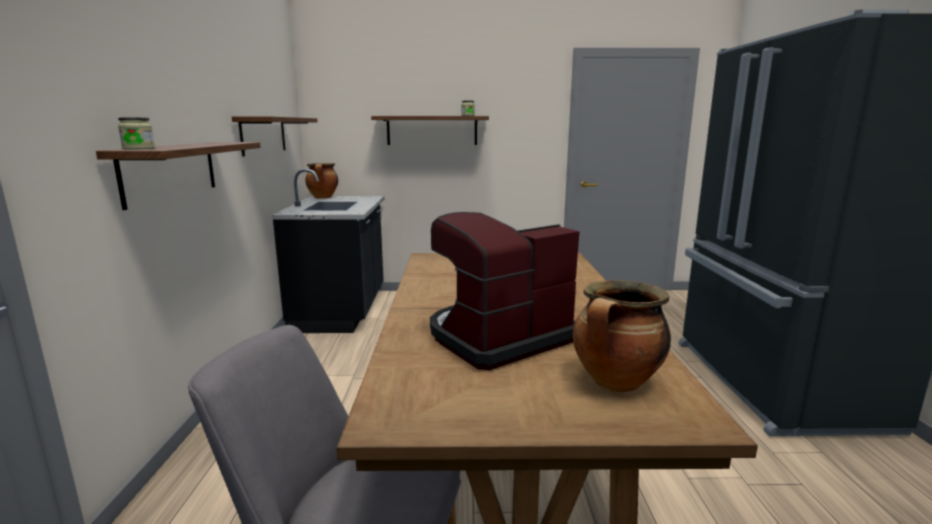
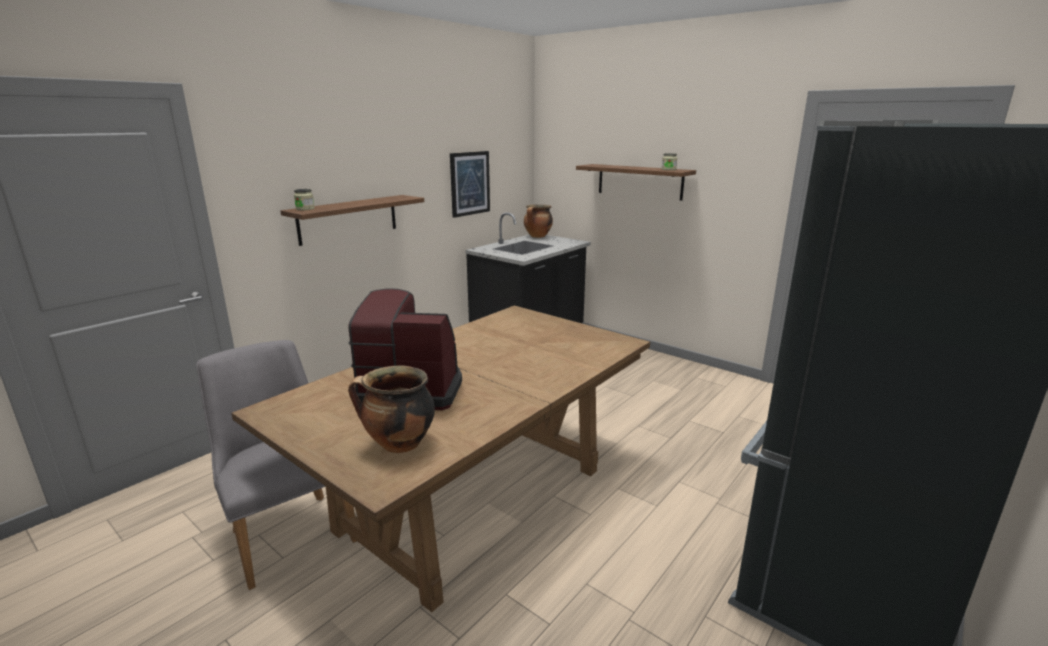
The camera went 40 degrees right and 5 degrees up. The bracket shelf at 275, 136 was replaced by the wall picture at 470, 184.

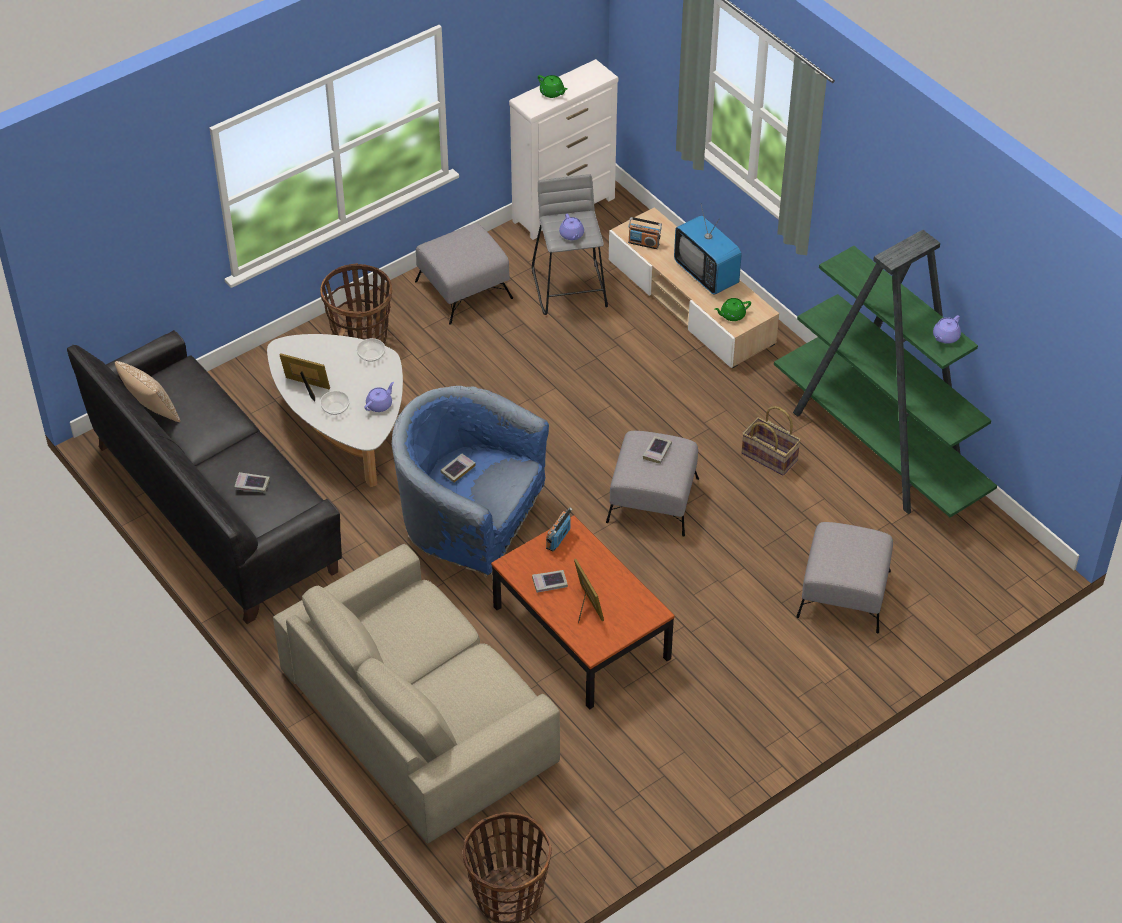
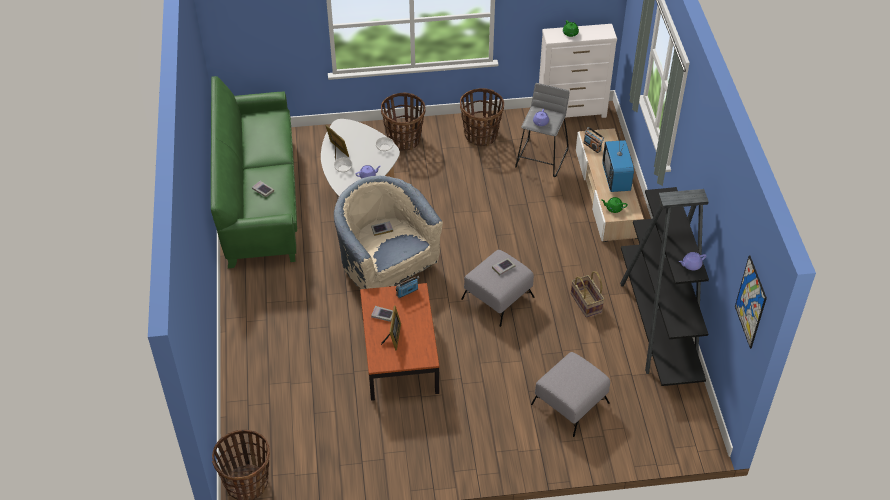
The camera went 30 degrees right and 0 degrees up. The black sofa at 204, 477 became the green-coloured sofa at 254, 172. The cushion at 148, 391 disappeared. The sand-coloured sofa at 416, 693 disappeared. The bluish easy chair at 470, 482 became the sand-coloured easy chair at 388, 233. The greyish pouffe at 464, 274 was replaced by the storage basket at 482, 117. The green-coloured bookshelf at 885, 373 became the black bookshelf at 664, 286. The wall picture at 751, 302 appeared.

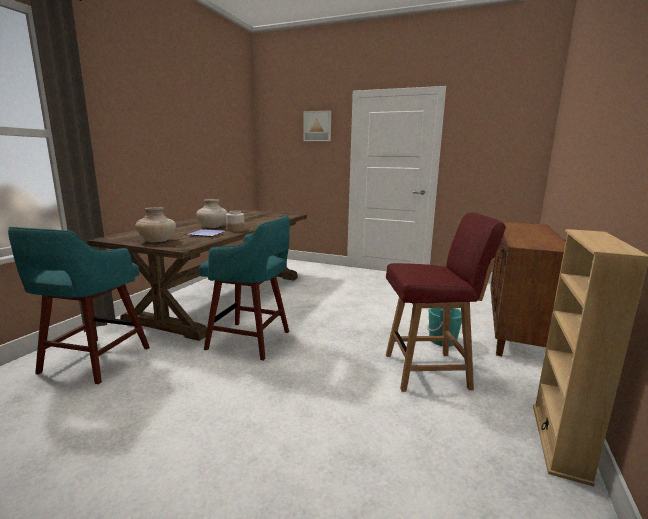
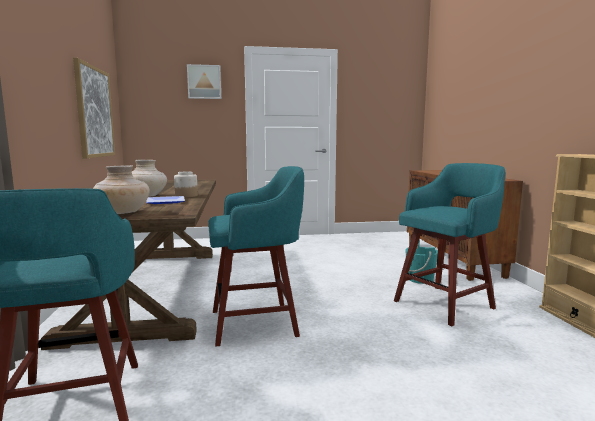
The camera went 30 degrees left and 5 degrees down. The red-coloured chair at 446, 302 was replaced by the blue-green stool at 449, 244. The wall picture at 94, 108 appeared.

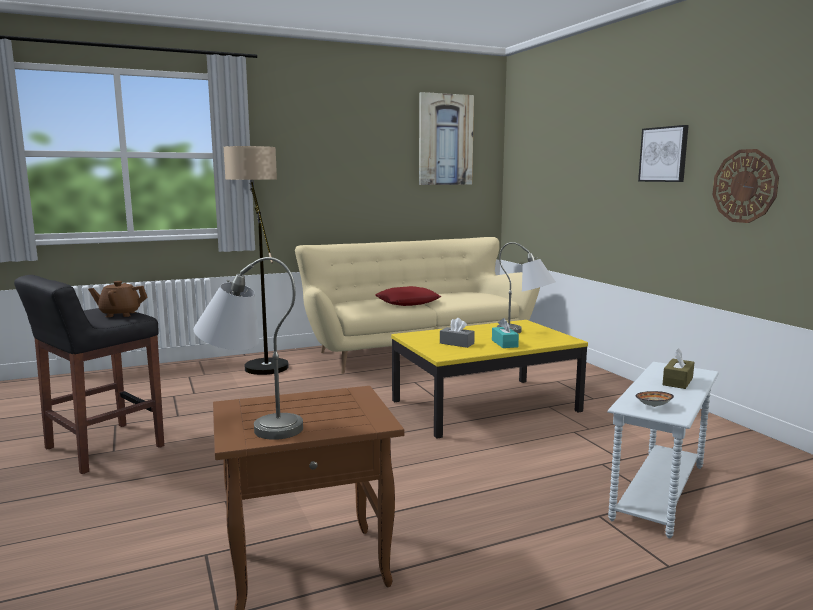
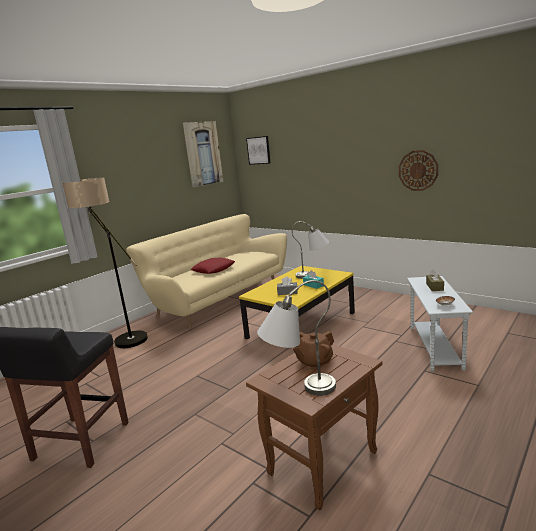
The camera went 25 degrees left and 5 degrees up. The brown-coloured teapot moved from 118, 299 to 313, 350. The wall picture moved from 663, 153 to 258, 150.

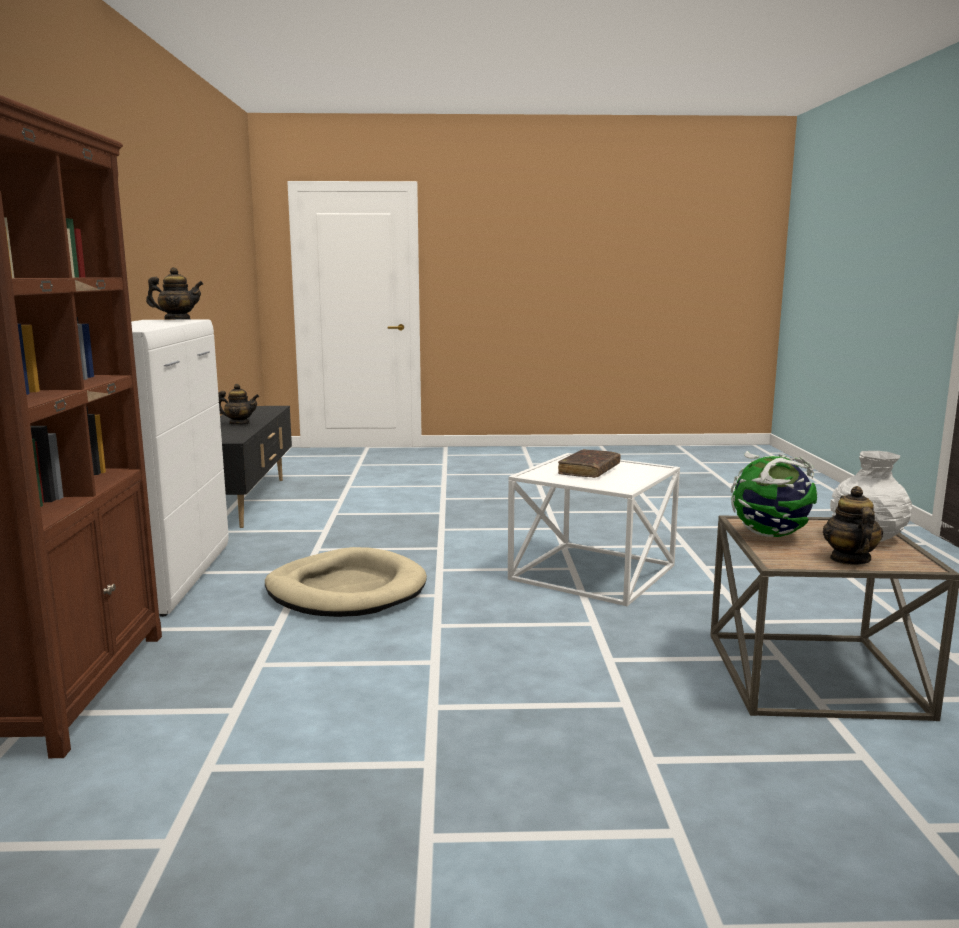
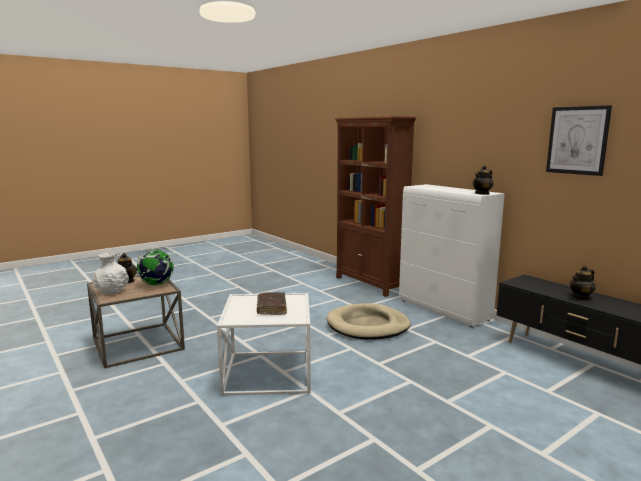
The camera went 145 degrees right and 0 degrees up. The wall picture at 579, 140 appeared.

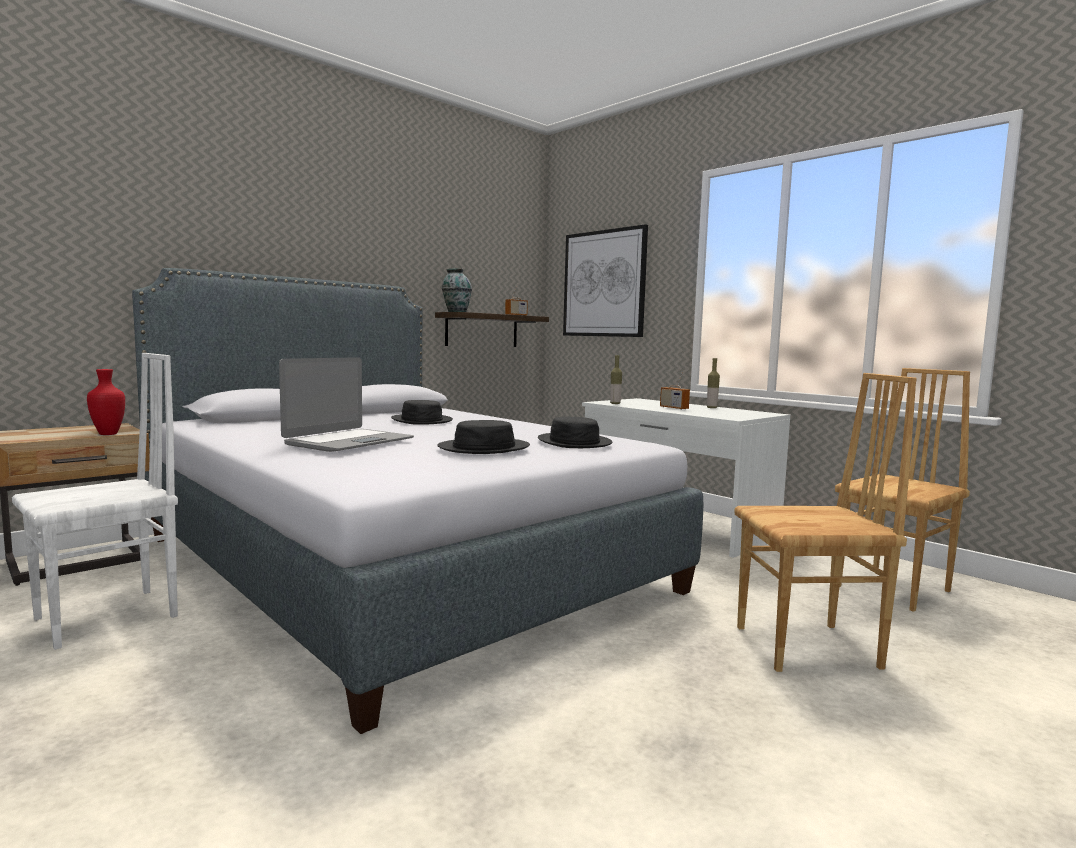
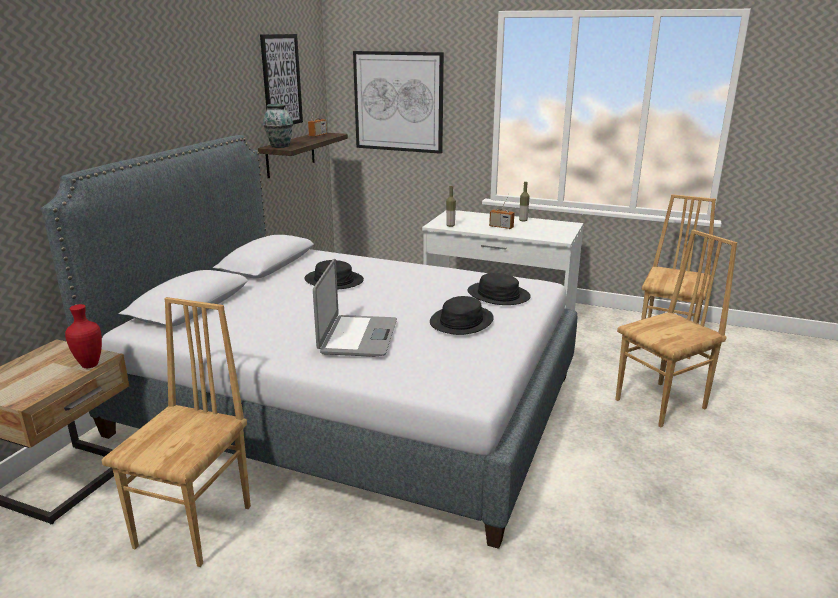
The camera went 25 degrees left and 15 degrees up. The white chair at 95, 501 became the brown-coloured chair at 176, 432. The wall picture at 281, 79 appeared.

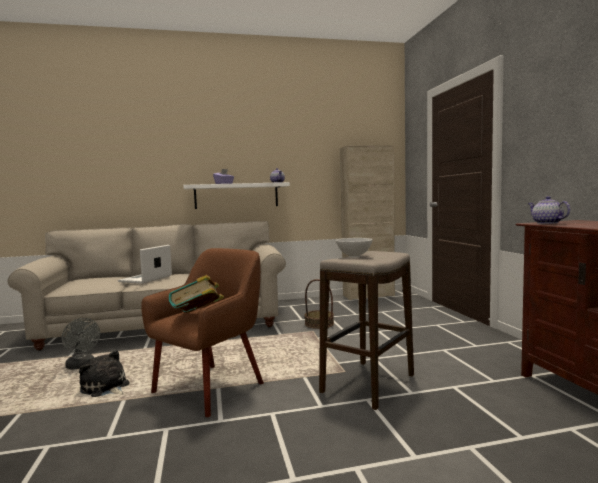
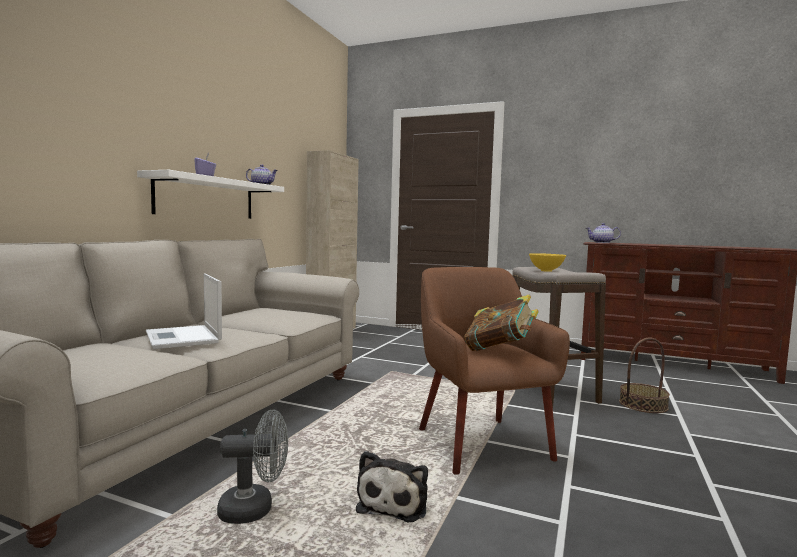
The camera went 55 degrees left and 0 degrees up. The soft toy at 104, 373 turned 60 degrees counterclockwise. The storage basket moved from 319, 304 to 644, 375. The white bowl at 354, 248 became the yellowish bowl at 547, 262.

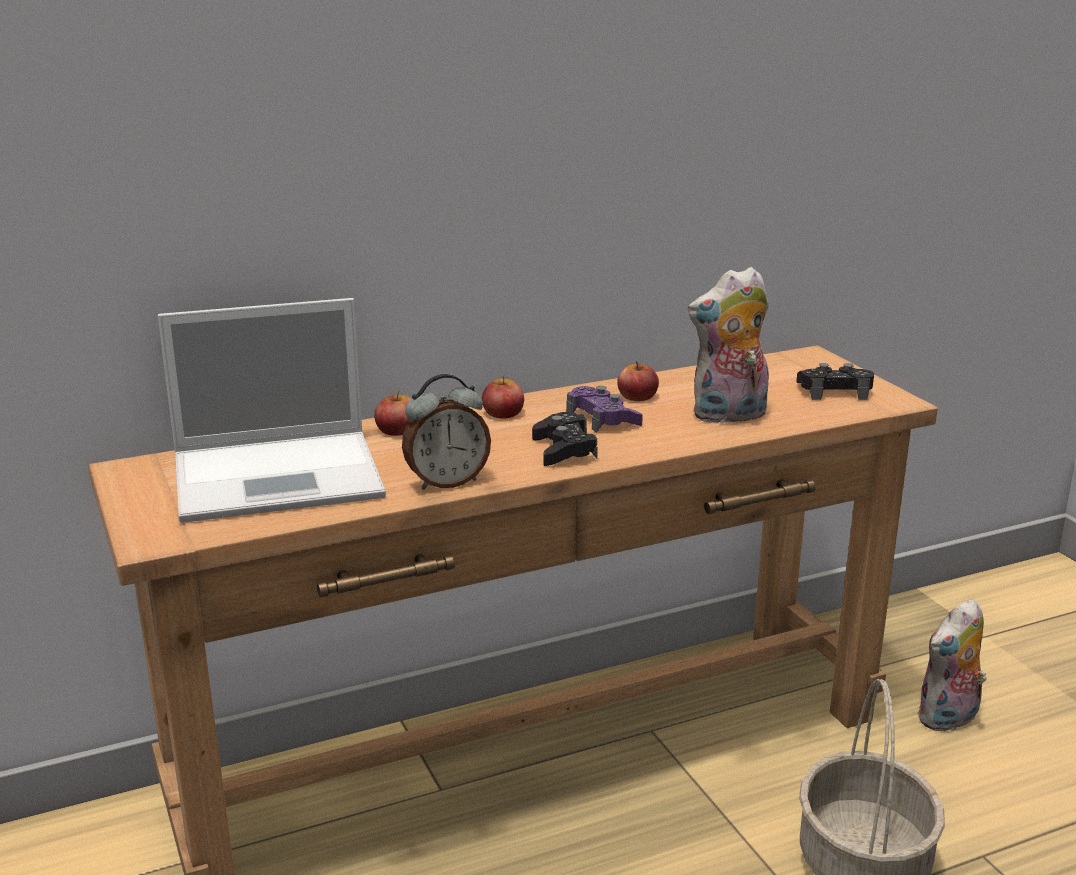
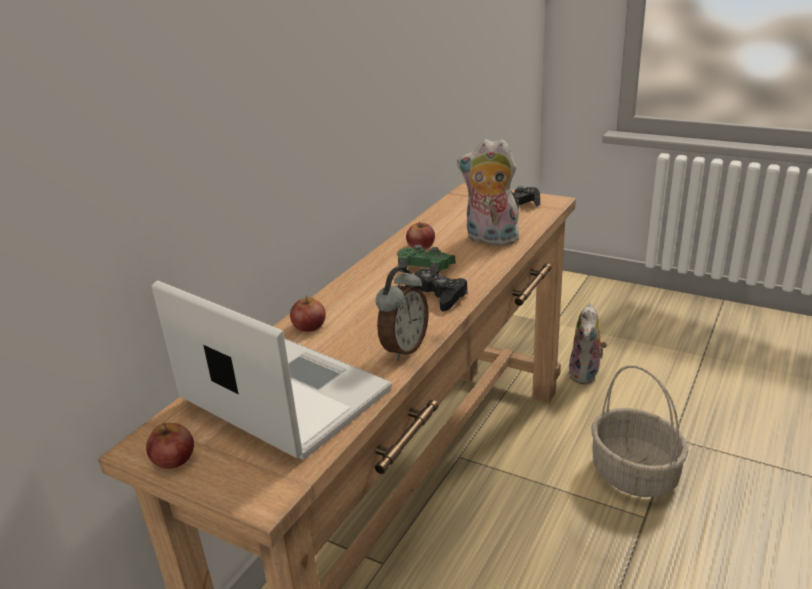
The camera went 35 degrees left and 5 degrees up. The portable computer at 272, 410 turned 90 degrees counterclockwise. The apple fruit moved from 503, 396 to 170, 445. The purple-coloured game controller at 604, 409 became the green-coloured game controller at 426, 259. The soft toy at 728, 345 turned 75 degrees clockwise.

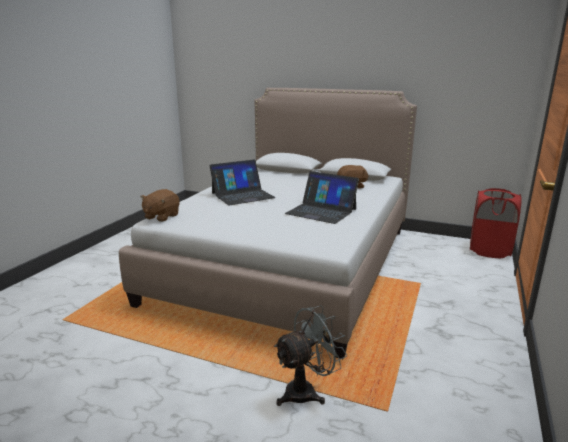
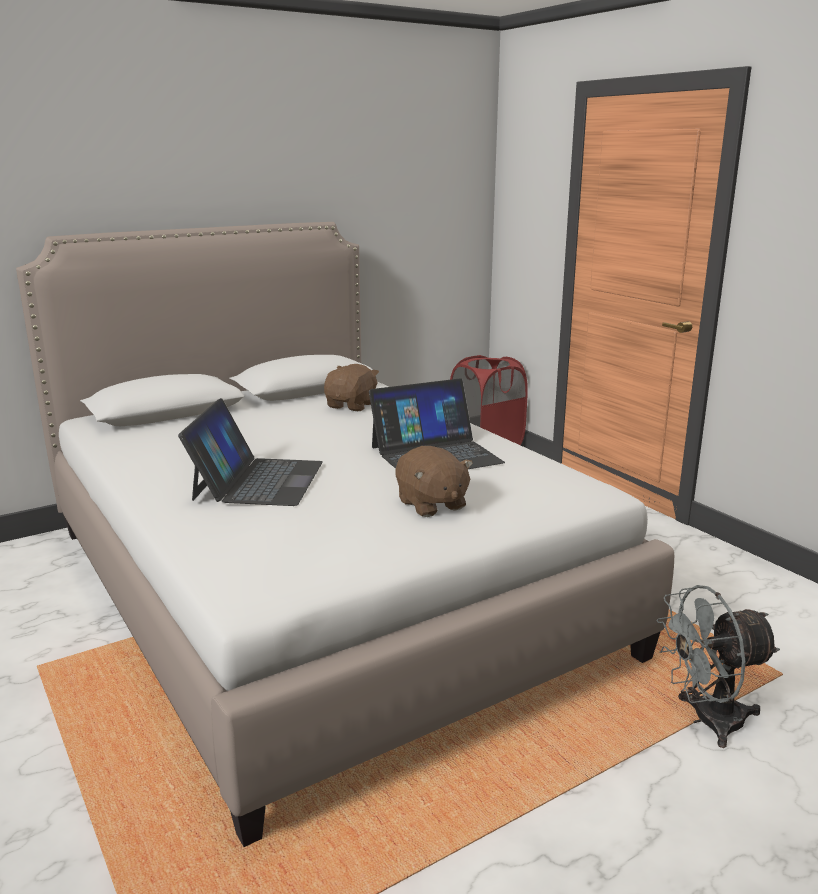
The camera went 55 degrees left and 0 degrees up. The brown-coloured soft toy moved from 160, 205 to 434, 481. The greyish electric fan at 310, 355 turned 105 degrees counterclockwise.

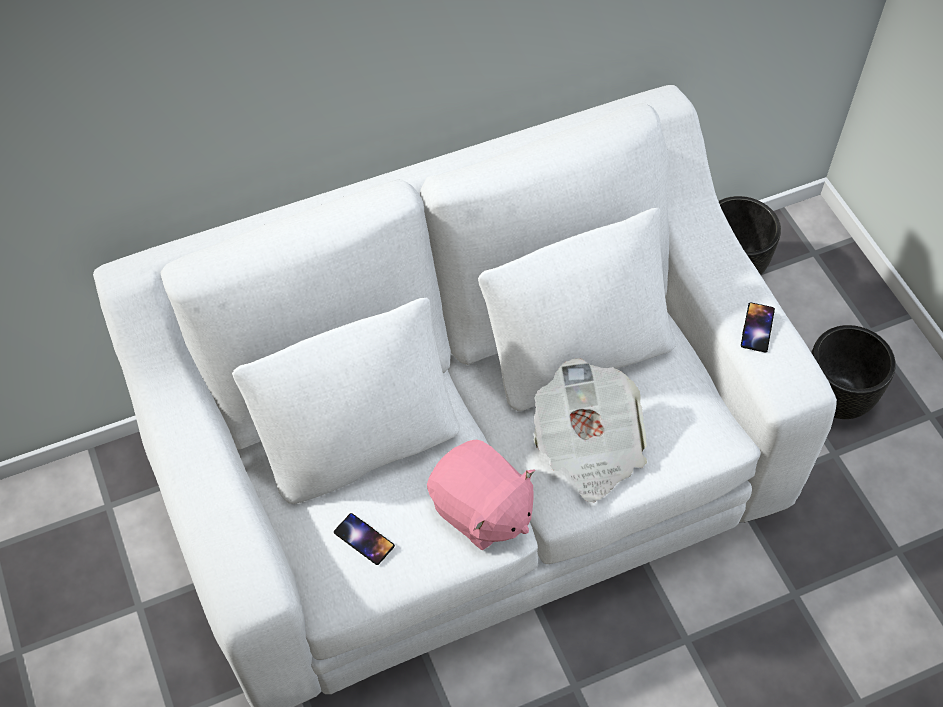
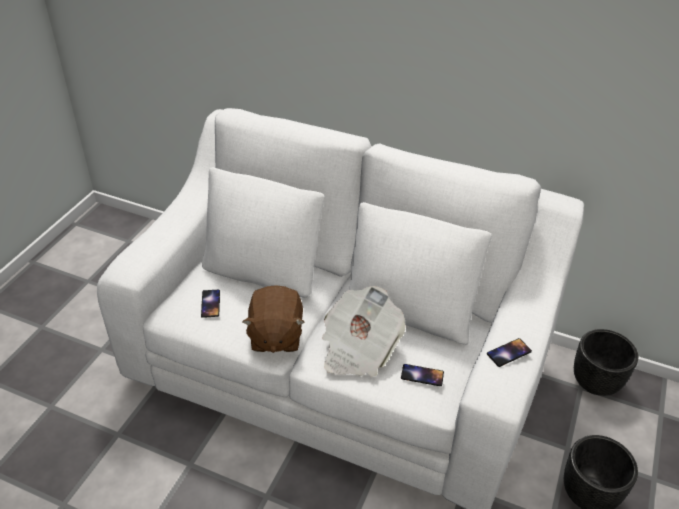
The camera went 45 degrees right and 15 degrees down. The pinkish soft toy at 481, 495 became the brown-coloured soft toy at 273, 319. The telephone at 422, 375 appeared.

